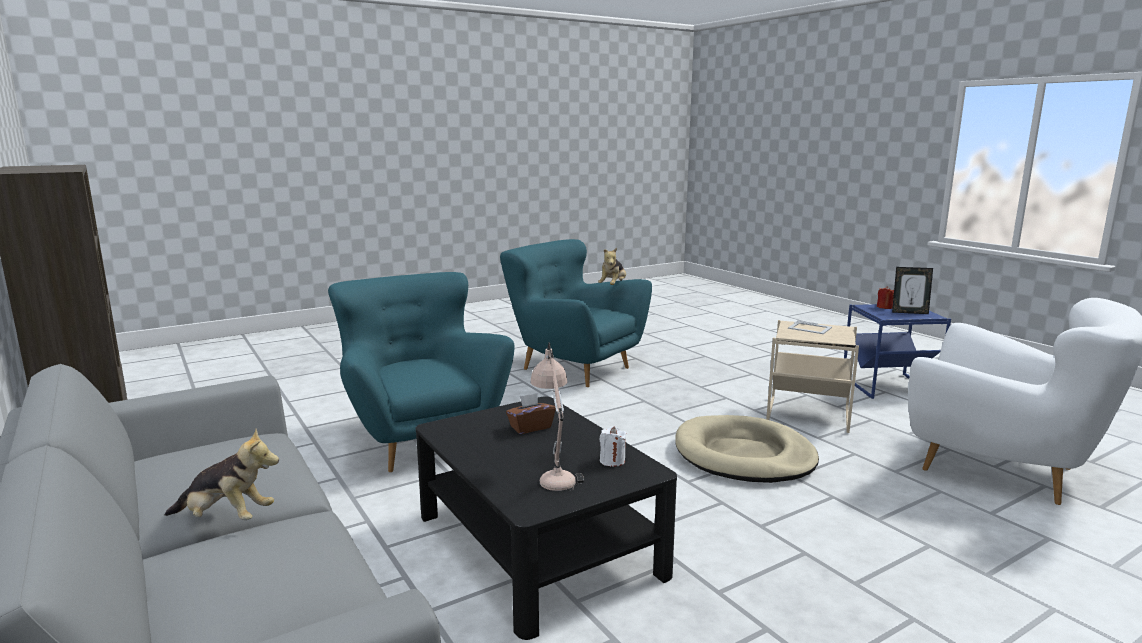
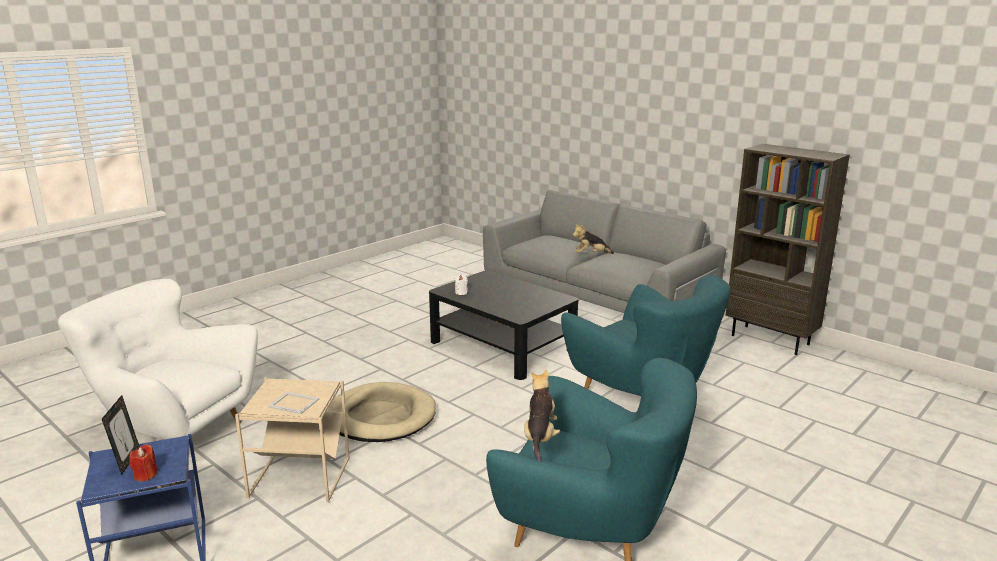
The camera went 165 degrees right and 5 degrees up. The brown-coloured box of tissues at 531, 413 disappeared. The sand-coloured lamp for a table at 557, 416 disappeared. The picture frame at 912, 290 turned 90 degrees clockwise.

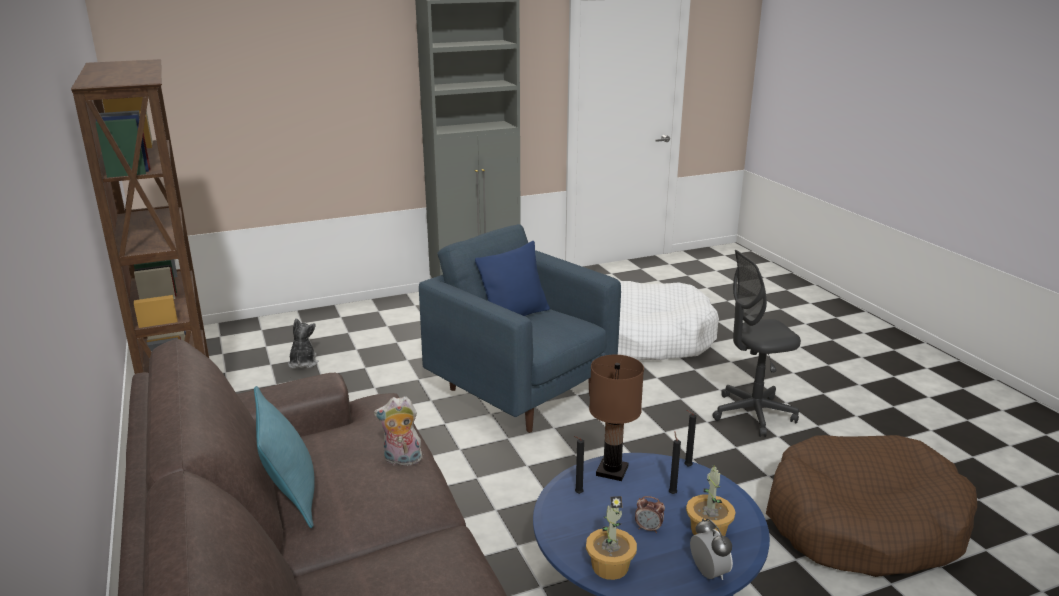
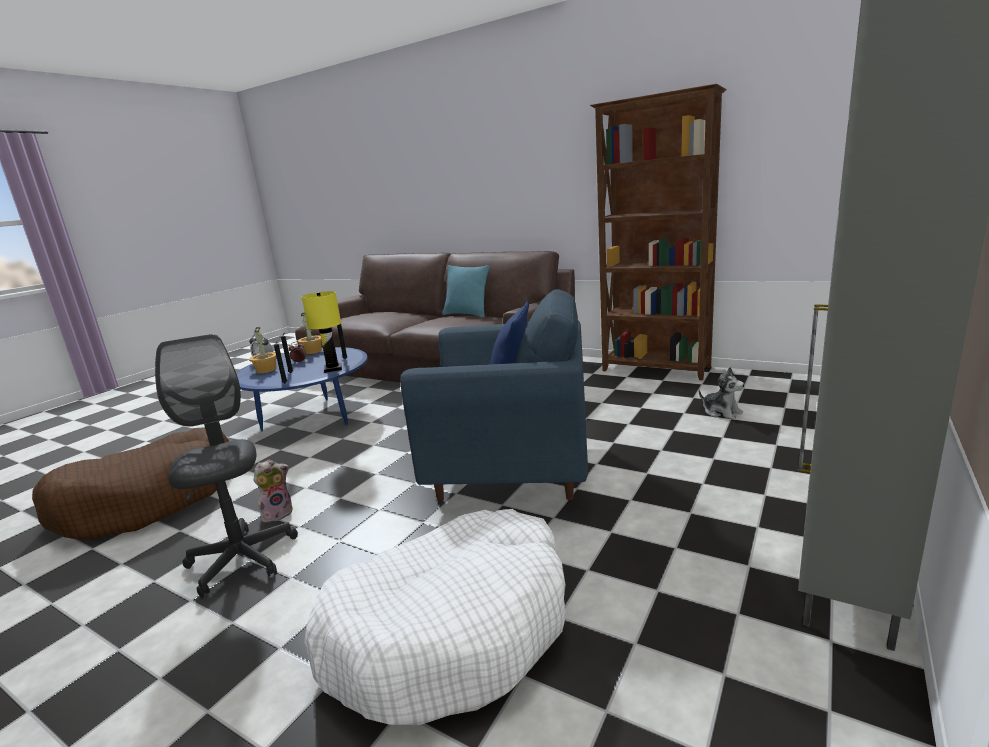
The camera went 145 degrees right and 5 degrees down. The soft toy moved from 398, 431 to 273, 491. The brown-coloured lamp for a table at 616, 418 became the yellowish lamp for a table at 322, 332. The greyish desk chair at 756, 343 turned 60 degrees counterclockwise.

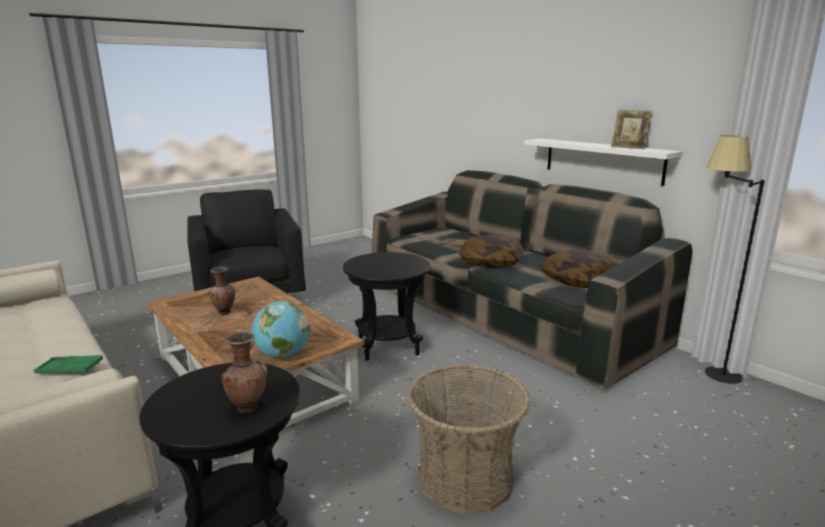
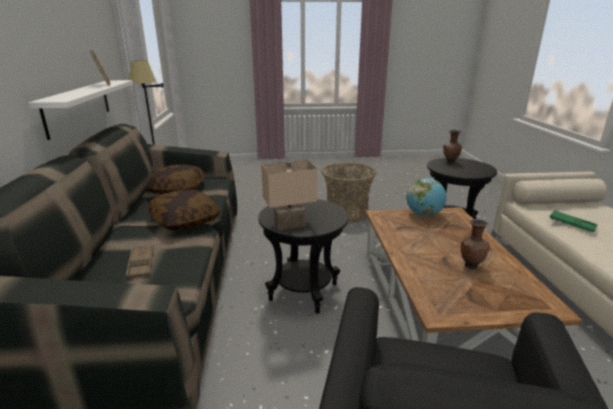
The camera went 145 degrees left and 5 degrees up. The sand-coloured lamp for a table at 289, 195 appeared.

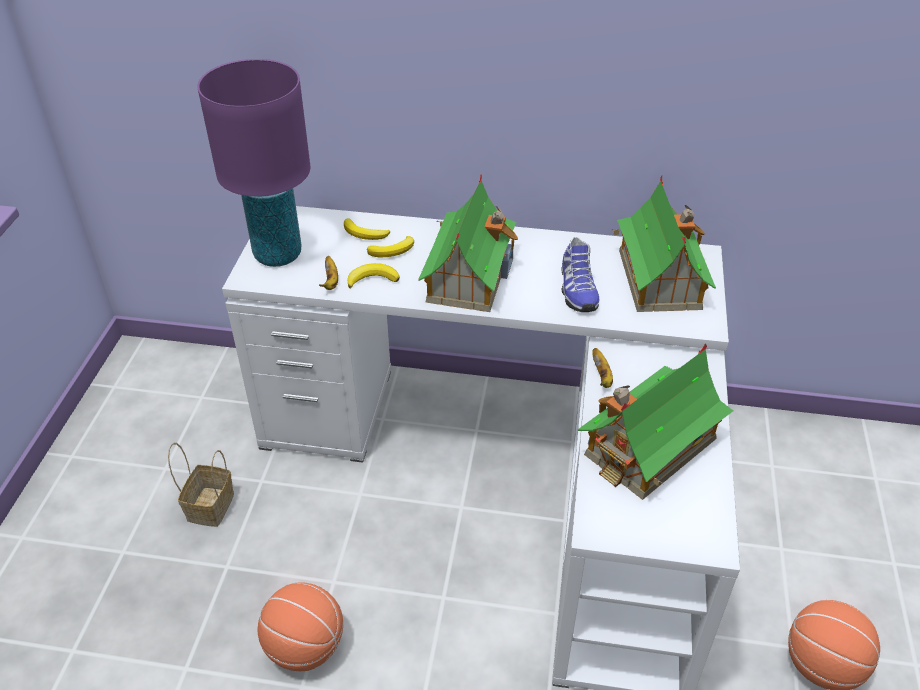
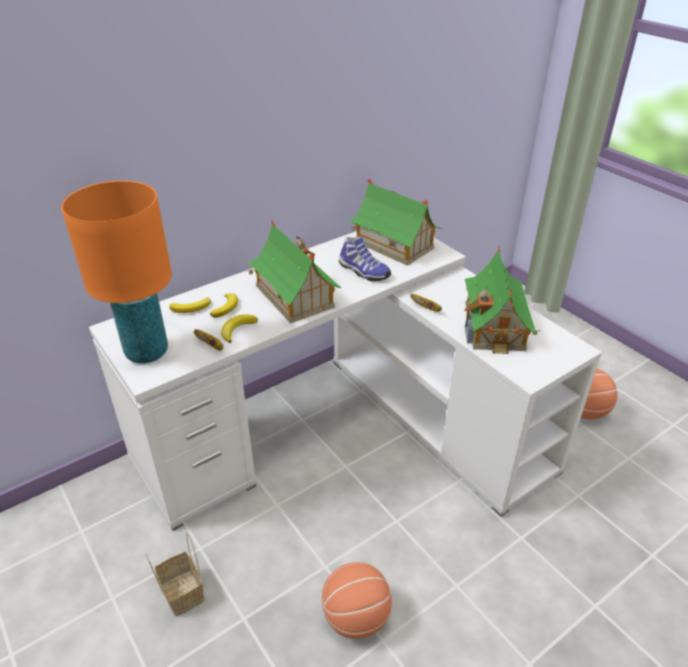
The camera went 45 degrees left and 5 degrees down. The purple-coloured lamp for a table at 254, 163 became the orange lamp for a table at 116, 272.

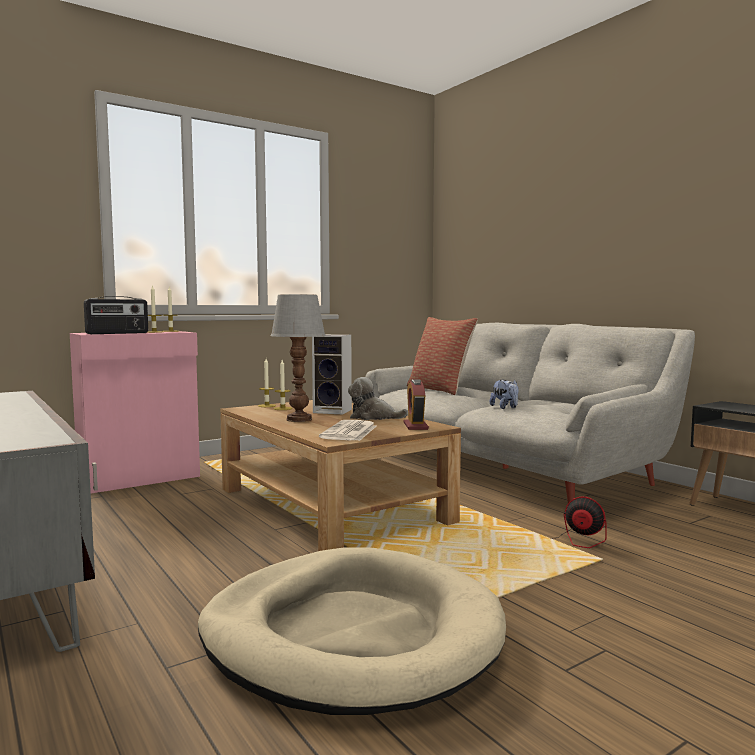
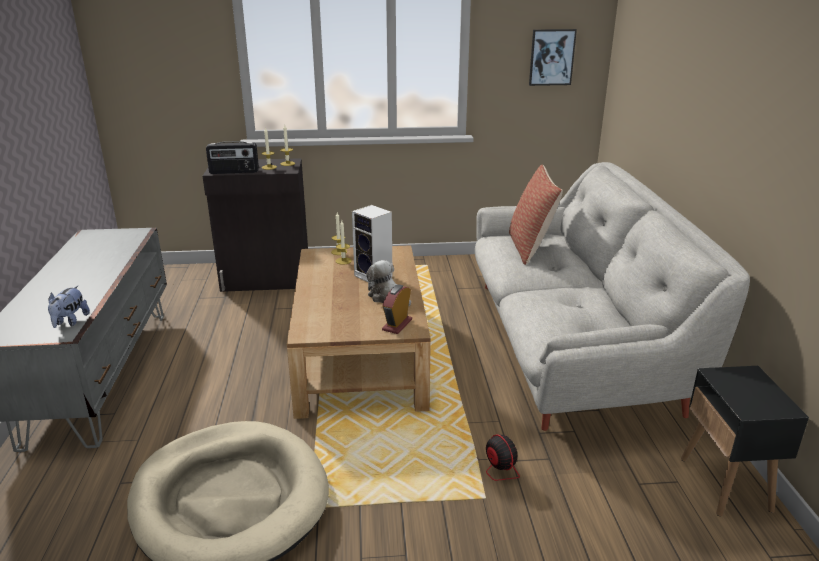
The camera went 30 degrees right and 20 degrees up. The pinkish cabinet at 135, 412 became the black cabinet at 255, 225. The lamp for a table at 298, 358 disappeared. The daily paper at 348, 430 disappeared. The soft toy moved from 504, 394 to 69, 307. The wall picture at 553, 57 appeared.

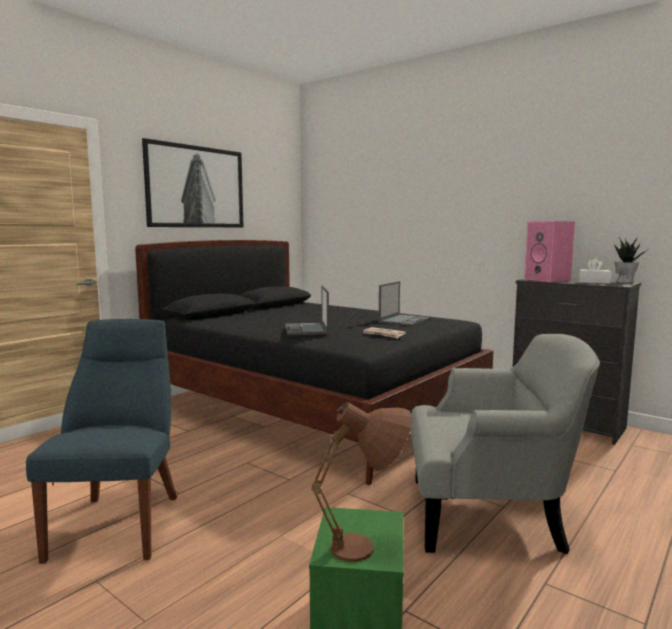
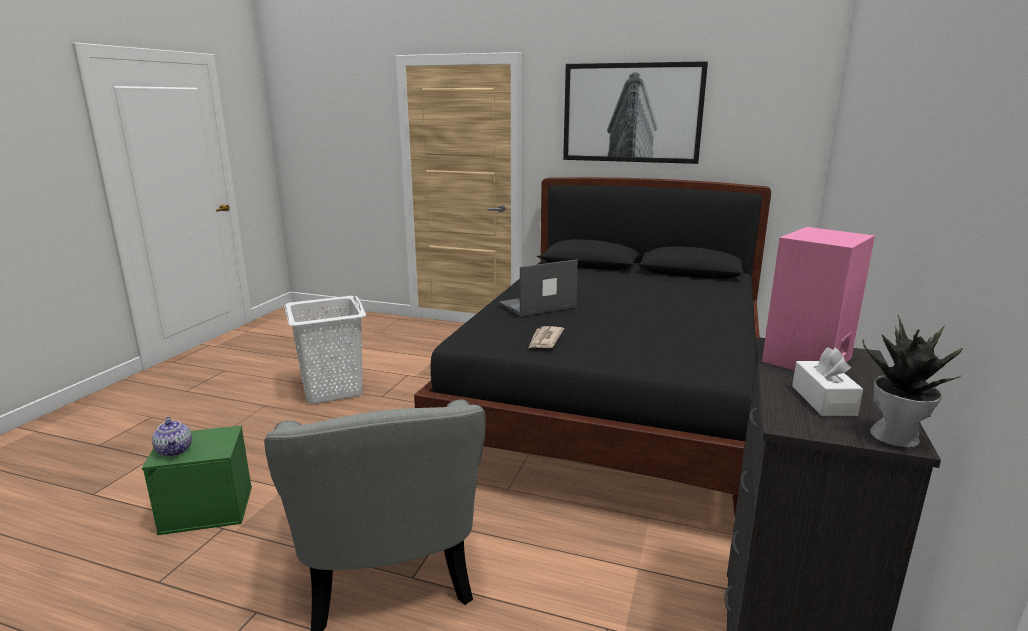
The camera went 70 degrees right and 10 degrees up. The bluish chair at 101, 441 was replaced by the white washing basket at 325, 350. The brown-coloured lamp for a table at 361, 482 was replaced by the teapot at 172, 437. The portable computer at 404, 303 disappeared.

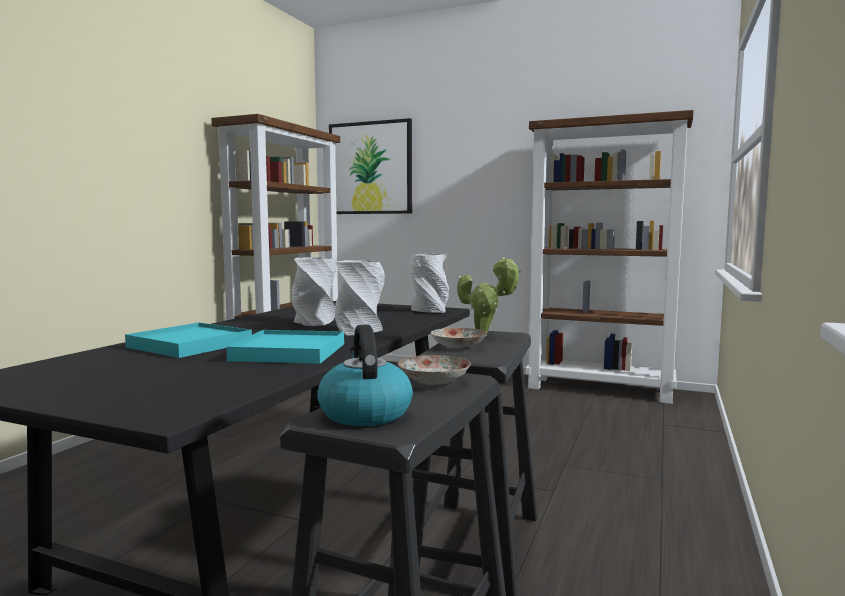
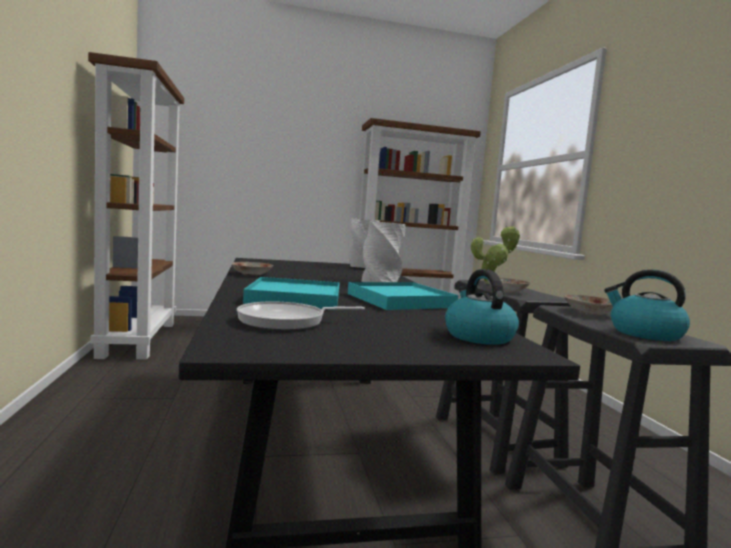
The camera went 35 degrees left and 0 degrees up. The greyish flower vase at 314, 291 disappeared. The wall picture at 370, 166 disappeared. The dinner plate at 252, 268 appeared. The frying pan at 301, 316 appeared. The water kettle at 482, 307 appeared.

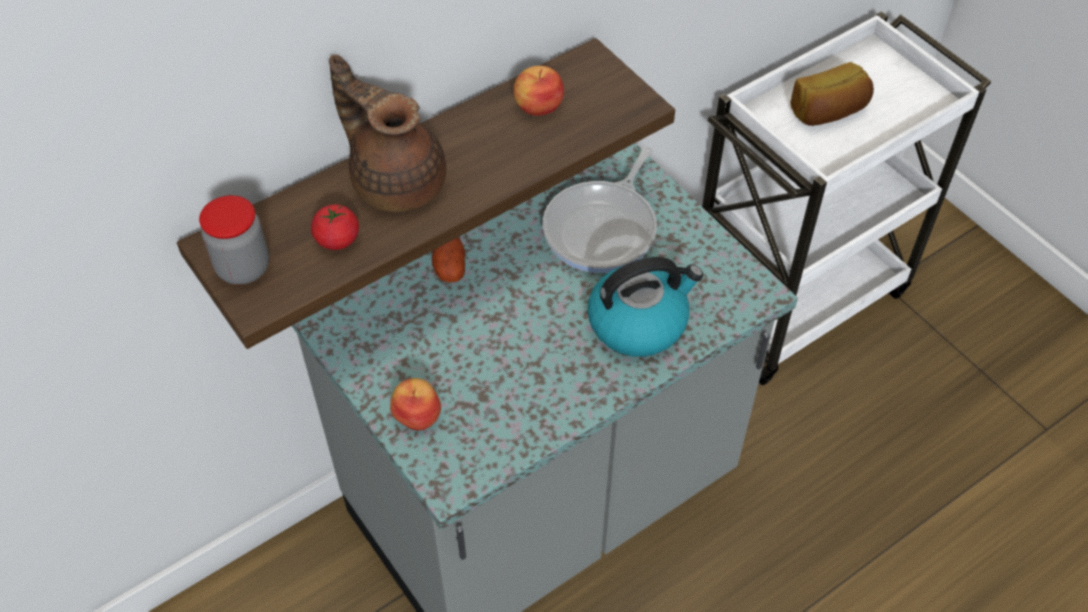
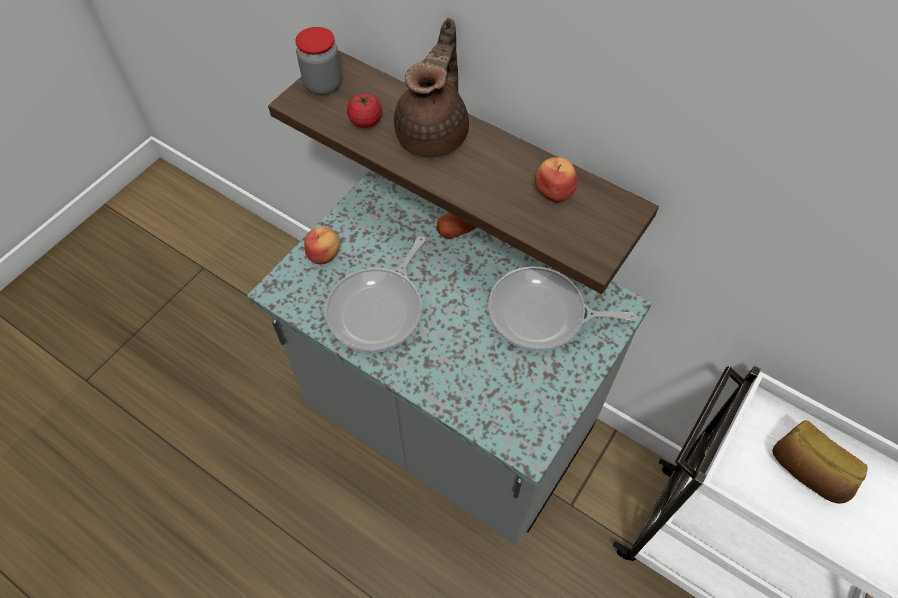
The camera went 70 degrees right and 5 degrees up. The water kettle at 645, 307 disappeared. The frying pan at 375, 294 appeared.

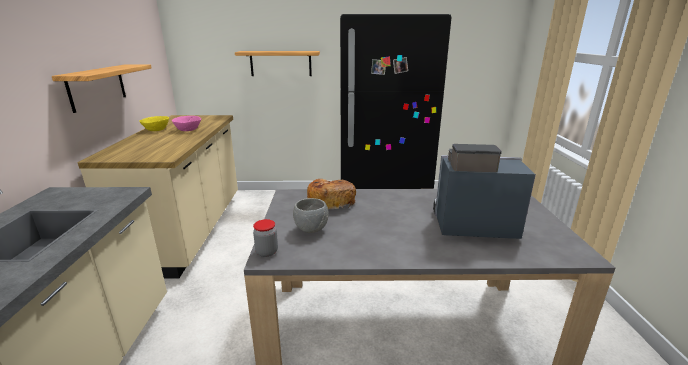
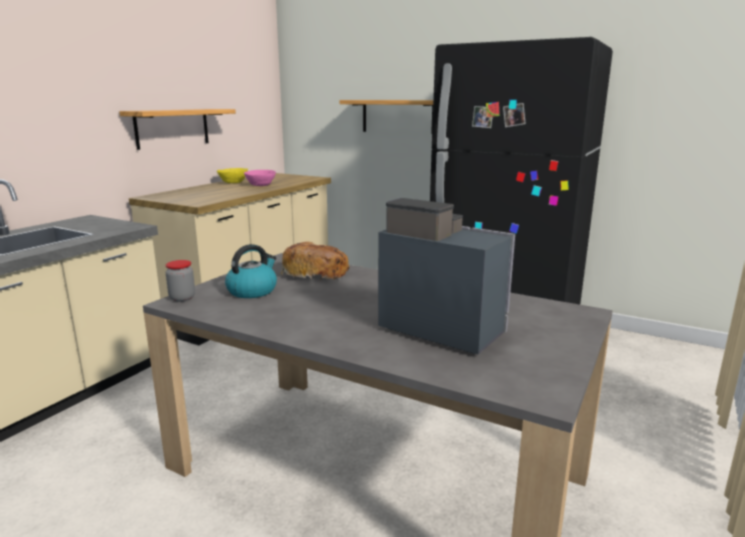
The camera went 30 degrees right and 5 degrees down. The greyish bowl at 311, 215 was replaced by the water kettle at 251, 271.

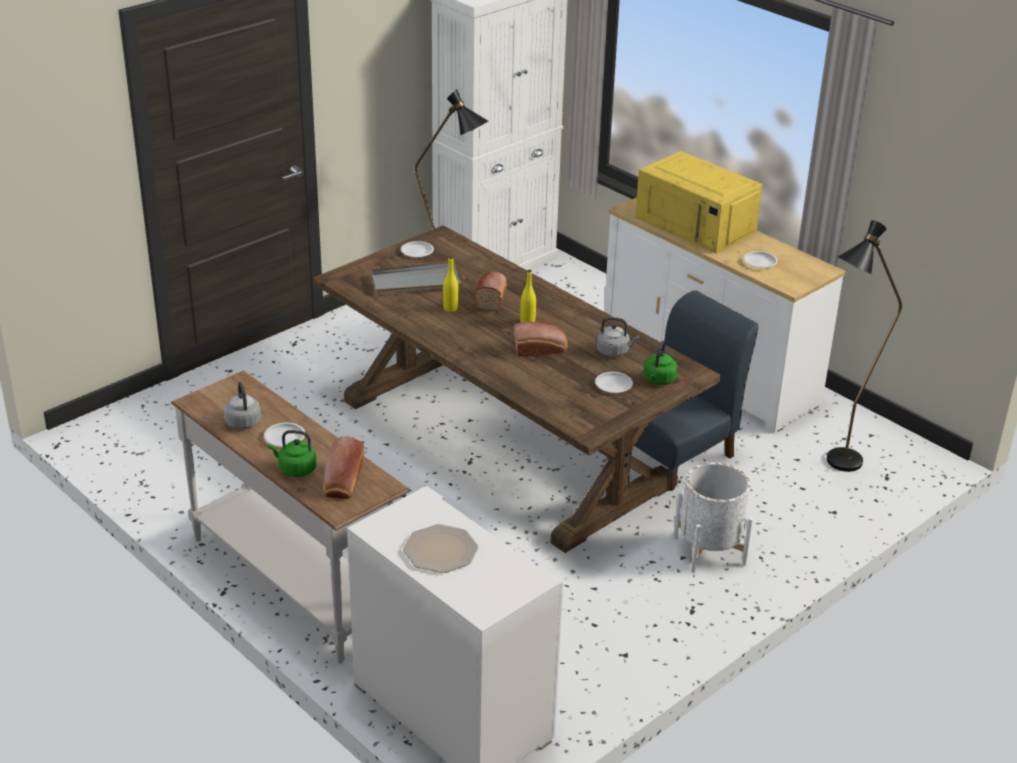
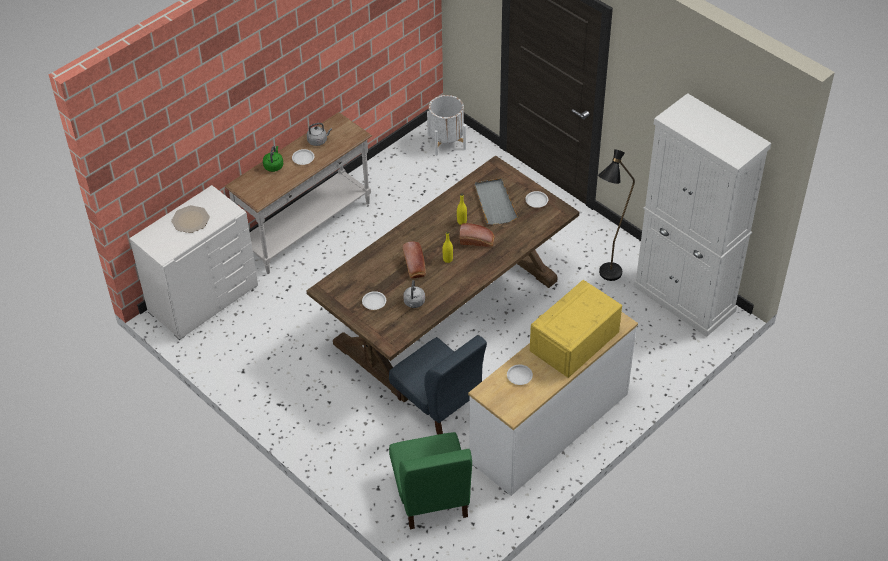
The camera went 90 degrees right and 15 degrees up. The baked bread at 343, 467 disappeared. The green-coloured water kettle at 660, 363 disappeared. The white flower pot moved from 713, 517 to 446, 125. The black standard lamp at 864, 346 was replaced by the green-coloured chair at 430, 481.

